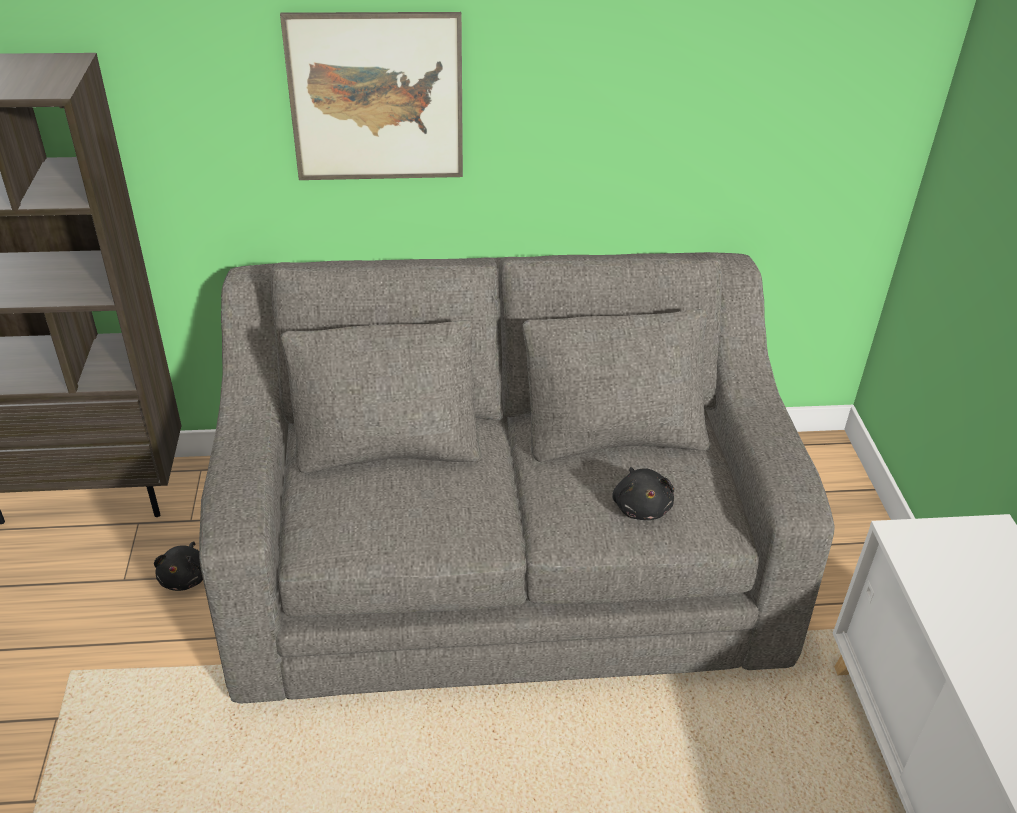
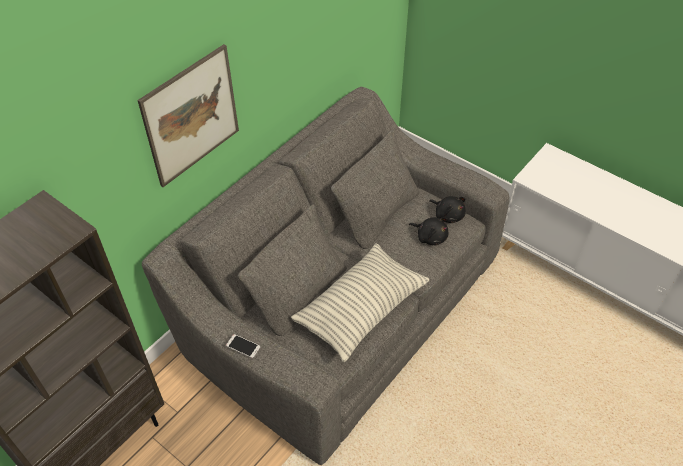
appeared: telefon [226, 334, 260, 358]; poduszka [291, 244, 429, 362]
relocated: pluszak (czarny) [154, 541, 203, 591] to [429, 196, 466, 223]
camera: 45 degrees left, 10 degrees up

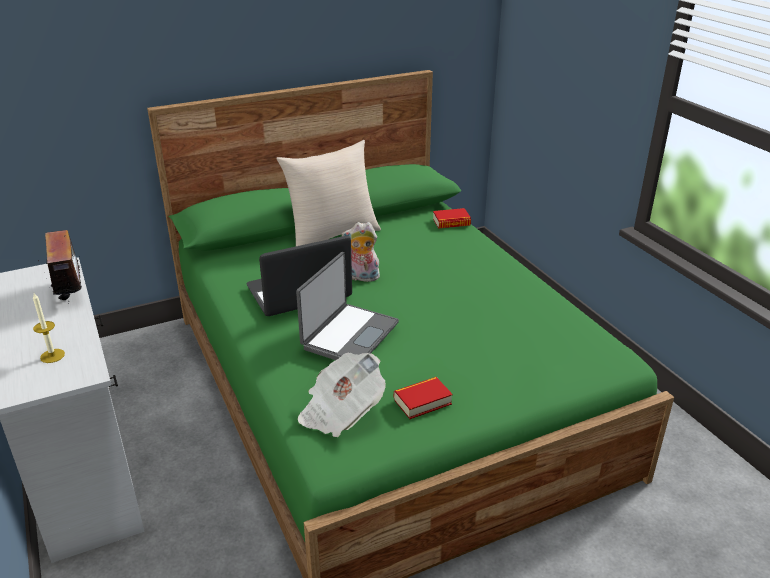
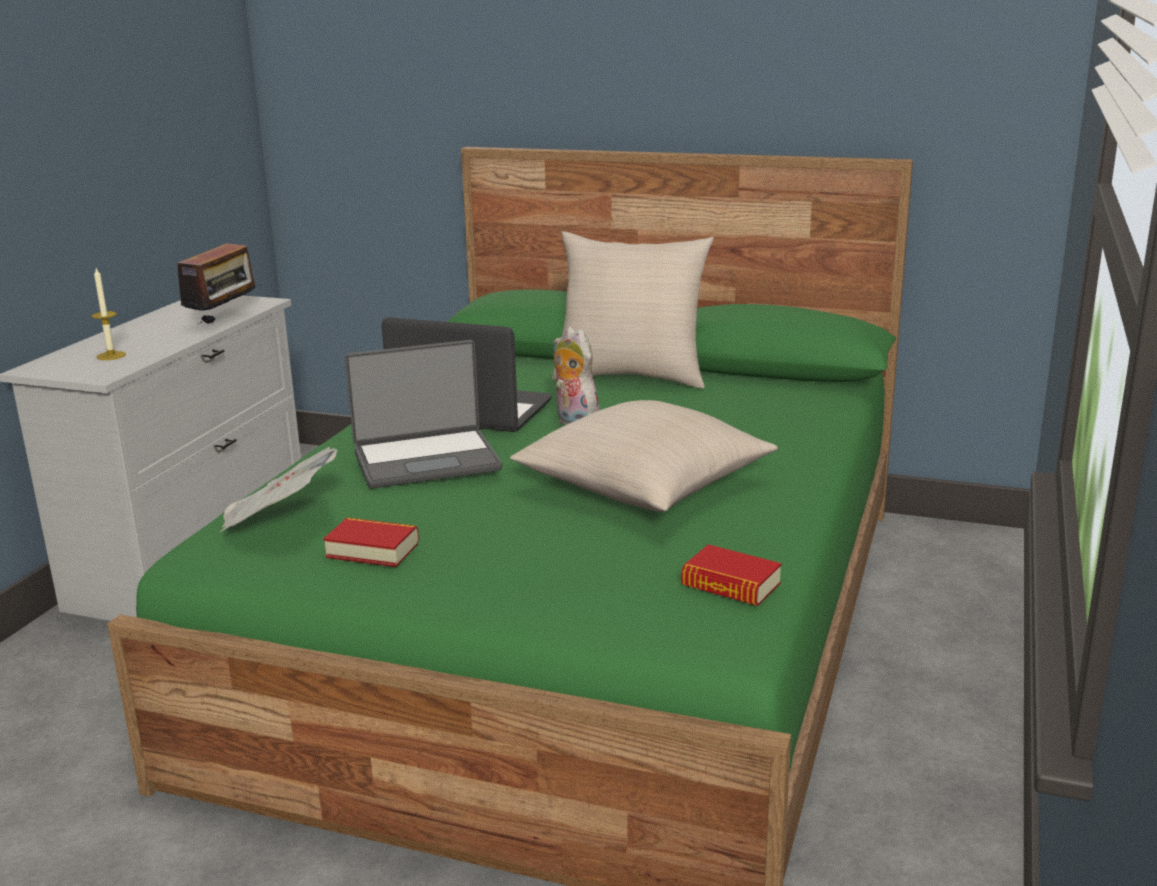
appeared: poduszka (beżowy) [510, 400, 778, 512]
relocated: książka [433, 208, 471, 229] to [681, 544, 782, 606]
camera: 45 degrees right, 10 degrees down

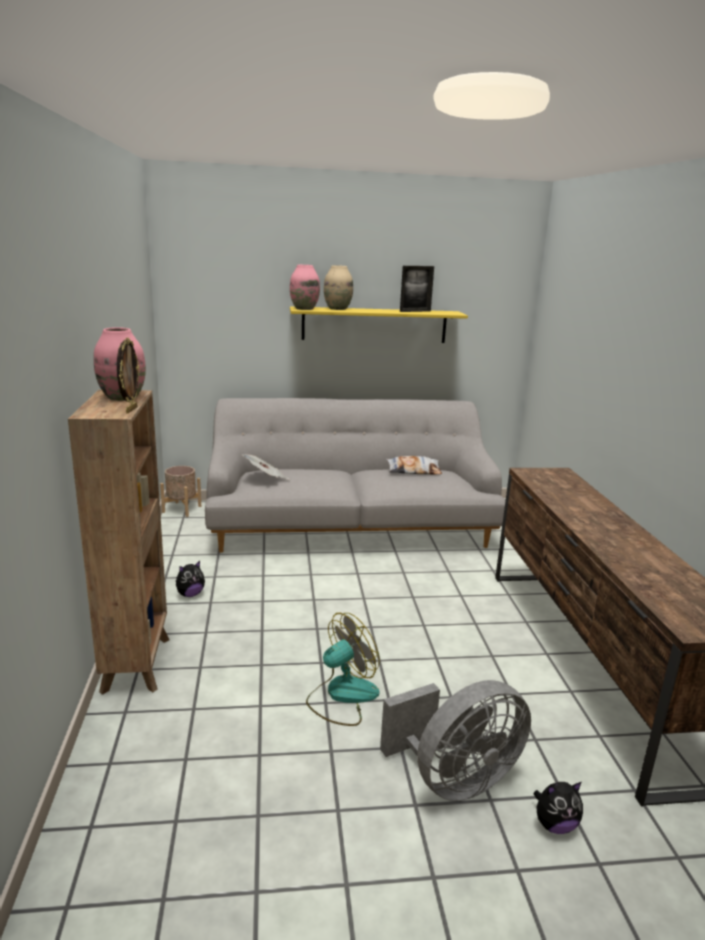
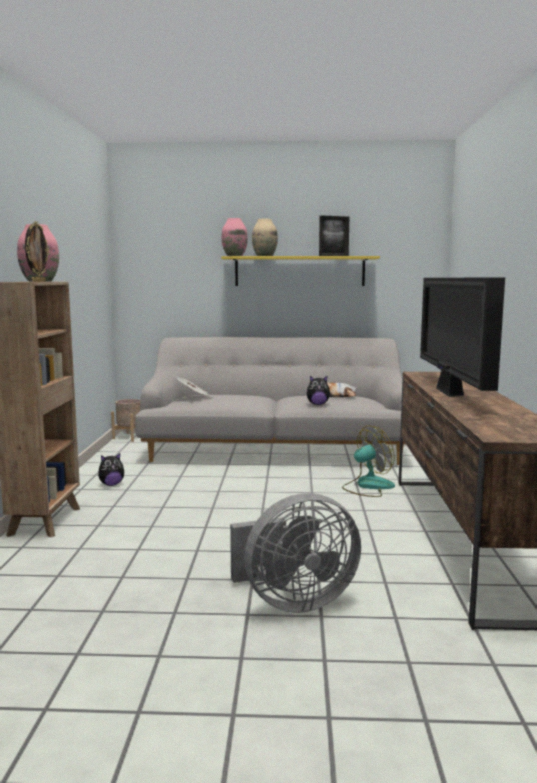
appeared: telewizor [420, 278, 505, 397]
relocated: wentylator [306, 613, 380, 726] to [342, 425, 395, 497]; pluszak [533, 782, 583, 834] to [307, 376, 331, 405]
camera: 10 degrees right, 10 degrees down

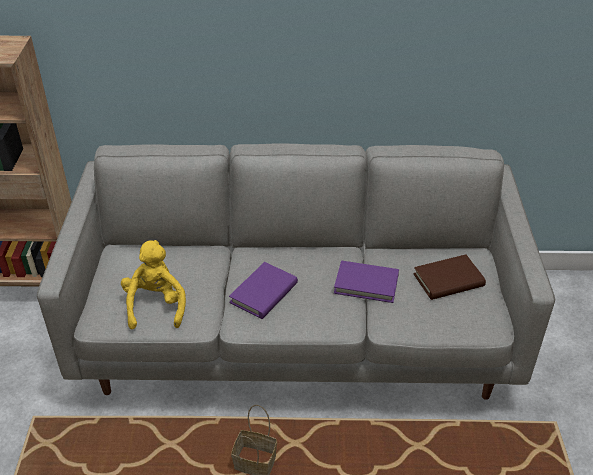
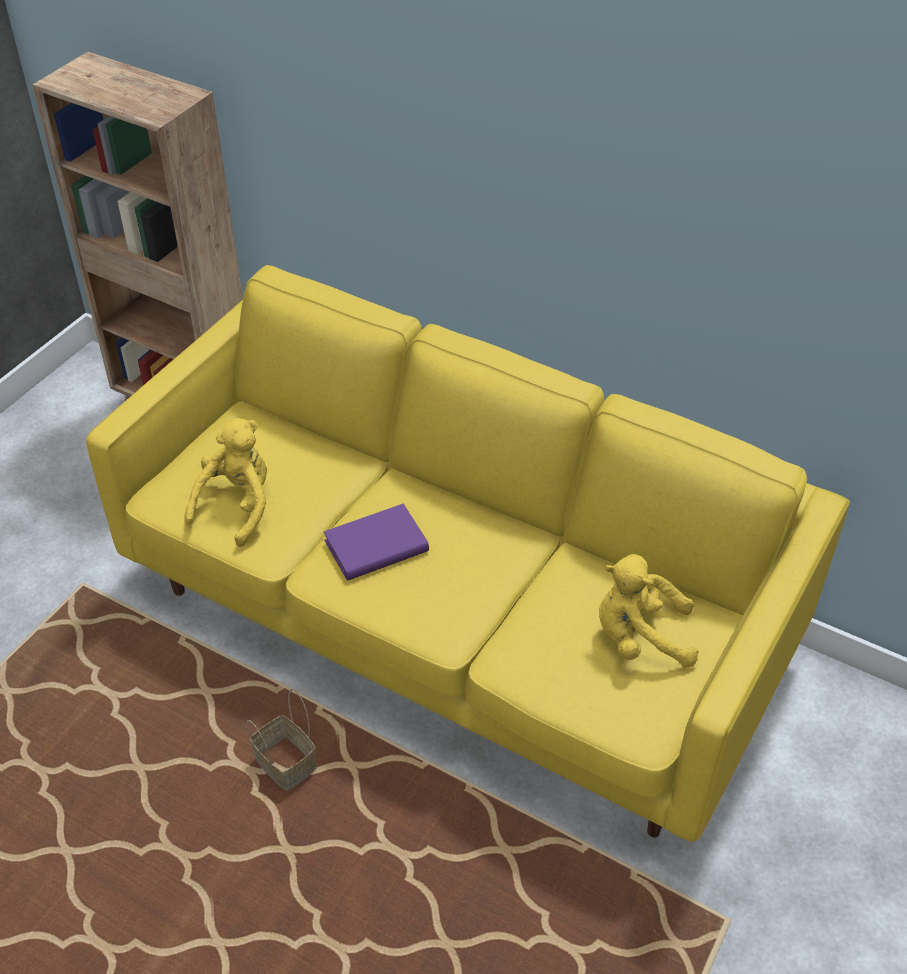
missing: książka (fioletowy) [334, 261, 399, 303]
exchanged: książka (brązowy) [413, 254, 486, 300] to pluszak (żółty) [599, 554, 699, 668]
colour: kanapa (szary) [37, 144, 555, 400] to kanapa (żółty) [86, 265, 850, 842]
camera: 30 degrees right, 5 degrees up

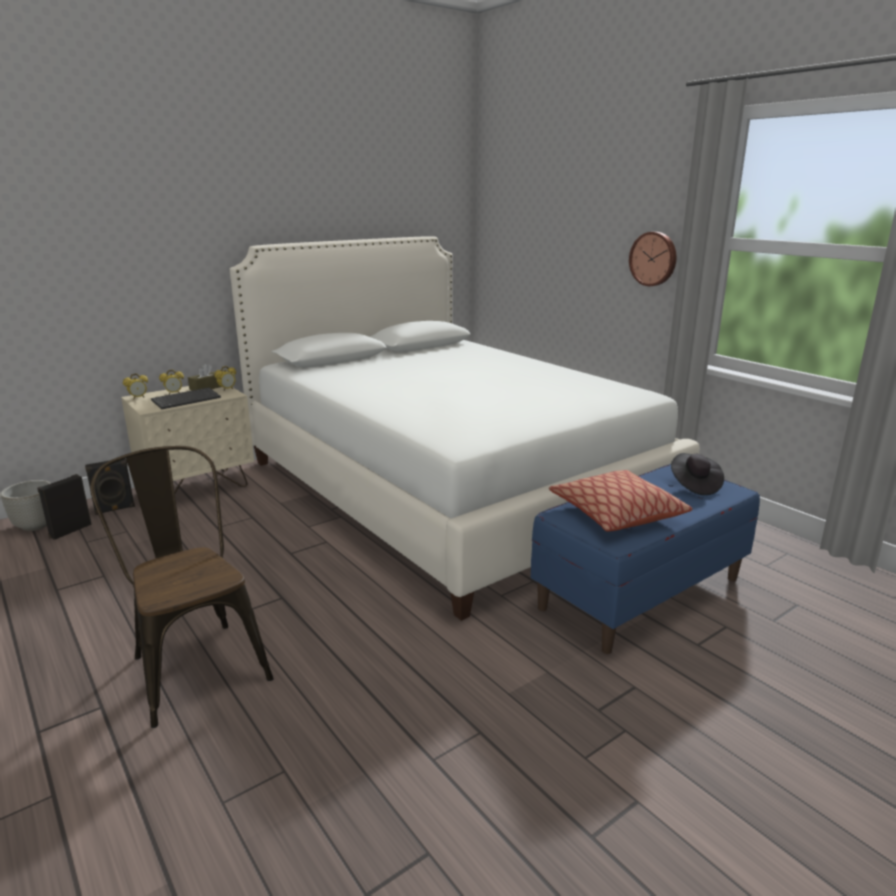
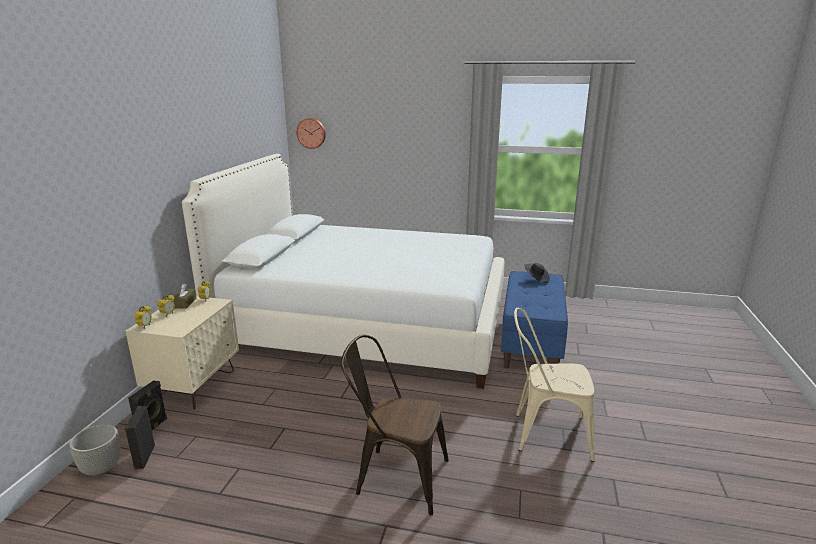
missing: klawiatura [151, 388, 221, 409]; poduszka [549, 470, 693, 532]
appeared: krzesło (beżowy) [514, 308, 595, 462]
relocated: zegar ścienny [629, 232, 676, 286] to [296, 118, 326, 149]
camera: 40 degrees left, 0 degrees up

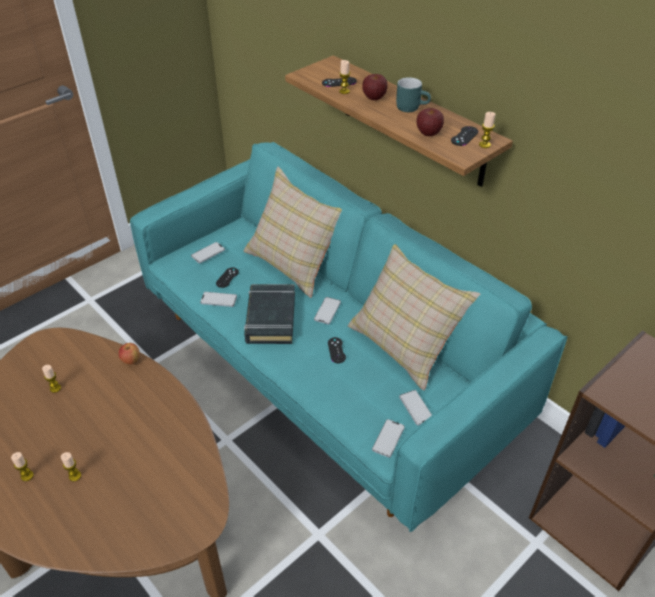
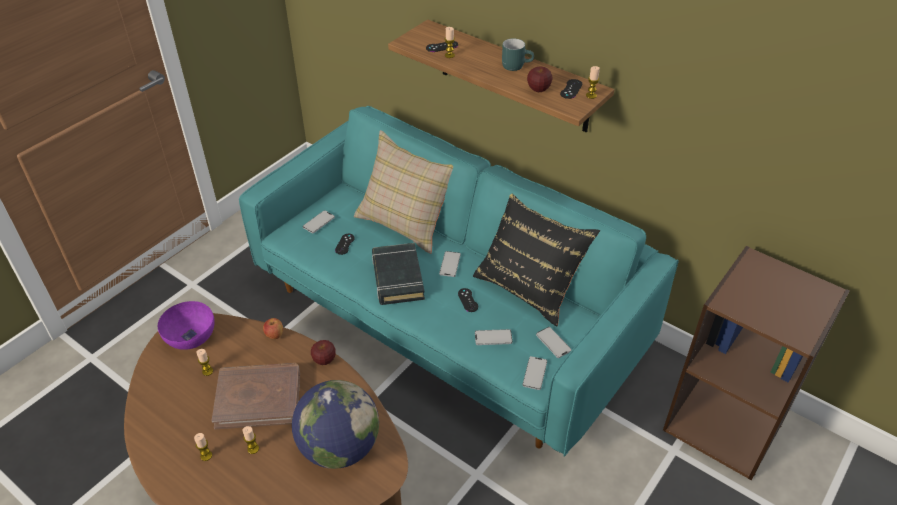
appeared: miska (fioletowy) [157, 301, 215, 350]; książka (brązowy) [211, 363, 300, 429]; globus [292, 380, 379, 469]
relocated: telefon [200, 292, 237, 307] to [475, 329, 513, 345]; jabłko [362, 73, 387, 100] to [311, 340, 336, 365]
colour: poduszka (beżowy) [348, 244, 480, 391] to poduszka (czarny) [473, 194, 600, 326]
camera: 10 degrees left, 0 degrees up

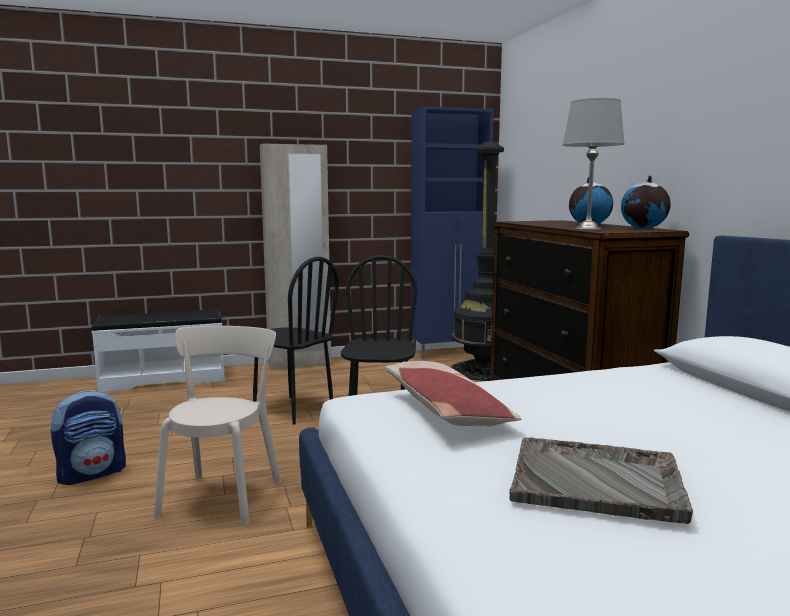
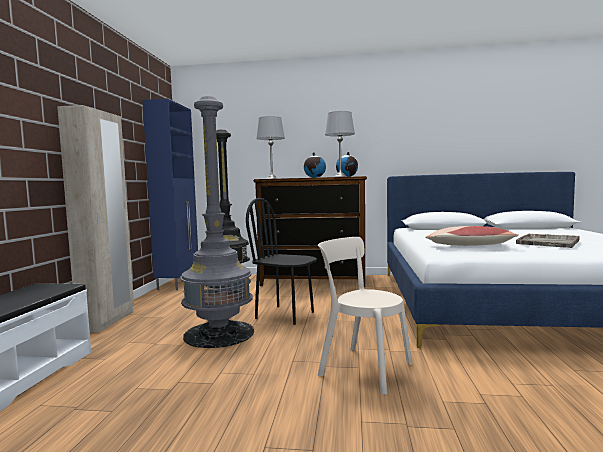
missing: plecak [51, 390, 126, 485]
appeared: lampa stołowa (szary) [256, 116, 285, 179]
exchanged: krzesło (czarny) [253, 257, 339, 425] to lampa stojąca (szary) [180, 96, 254, 348]
camera: 65 degrees left, 5 degrees down

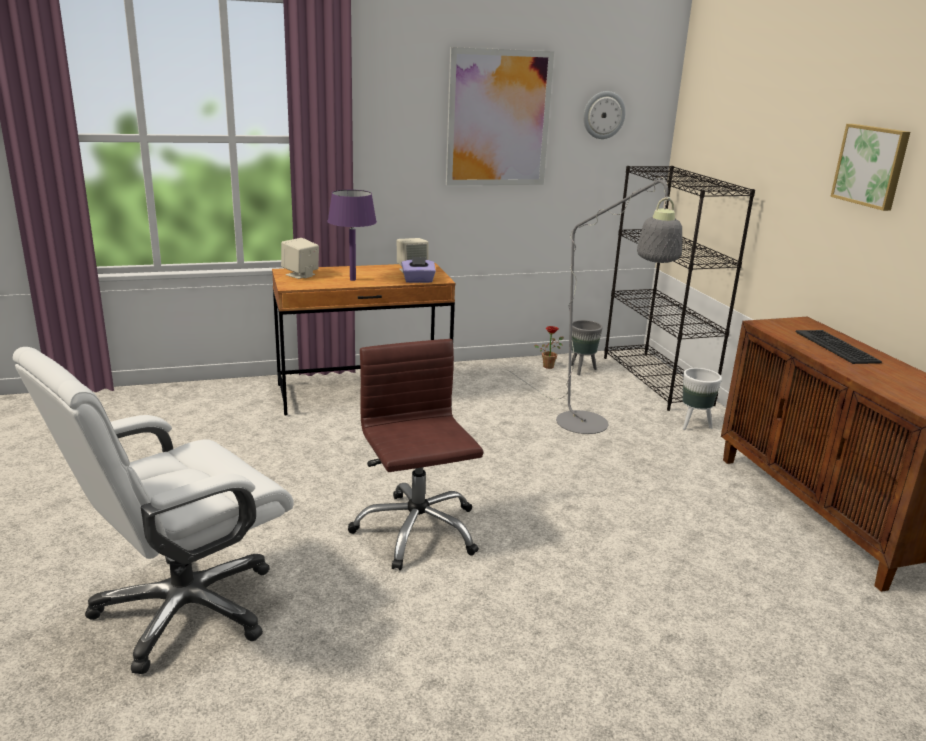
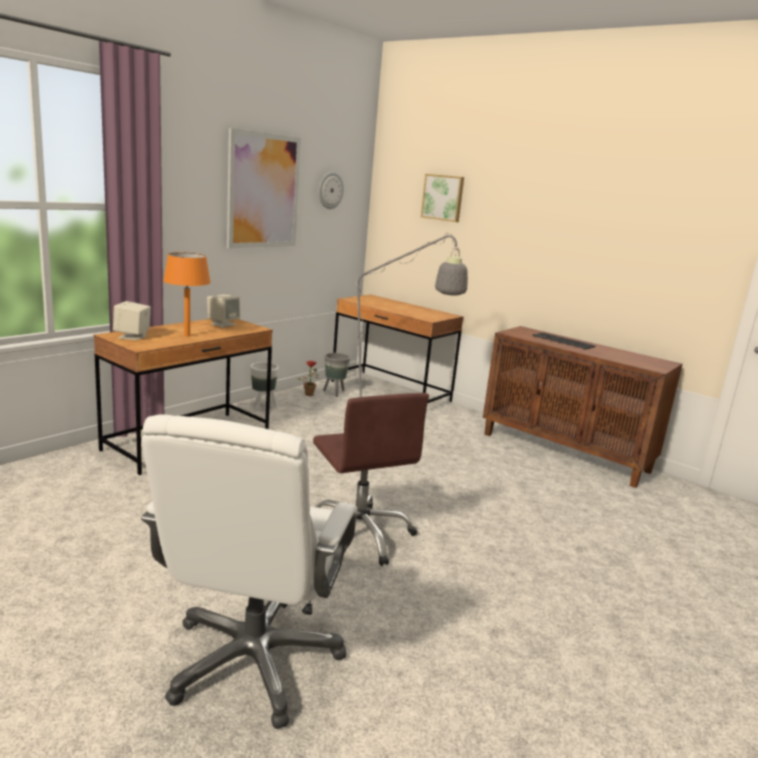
missing: pudełko chusteczek (fioletowy) [401, 257, 436, 283]
relocated: donica (biały) [682, 368, 722, 430] to [250, 362, 279, 410]; obraz [830, 124, 910, 211] to [421, 174, 464, 222]
exchanged: regał (czarny) [604, 166, 755, 411] to biurko (brązowy) [331, 295, 464, 403]
colour: lampa stołowa (fioletowy) [327, 190, 377, 281] to lampa stołowa (pomarańczowy) [163, 252, 211, 337]
spun: krzesło biurowe (brązowy) [348, 339, 484, 571] = [313, 393, 429, 566] 150 degrees counterclockwise
camera: 35 degrees left, 5 degrees down

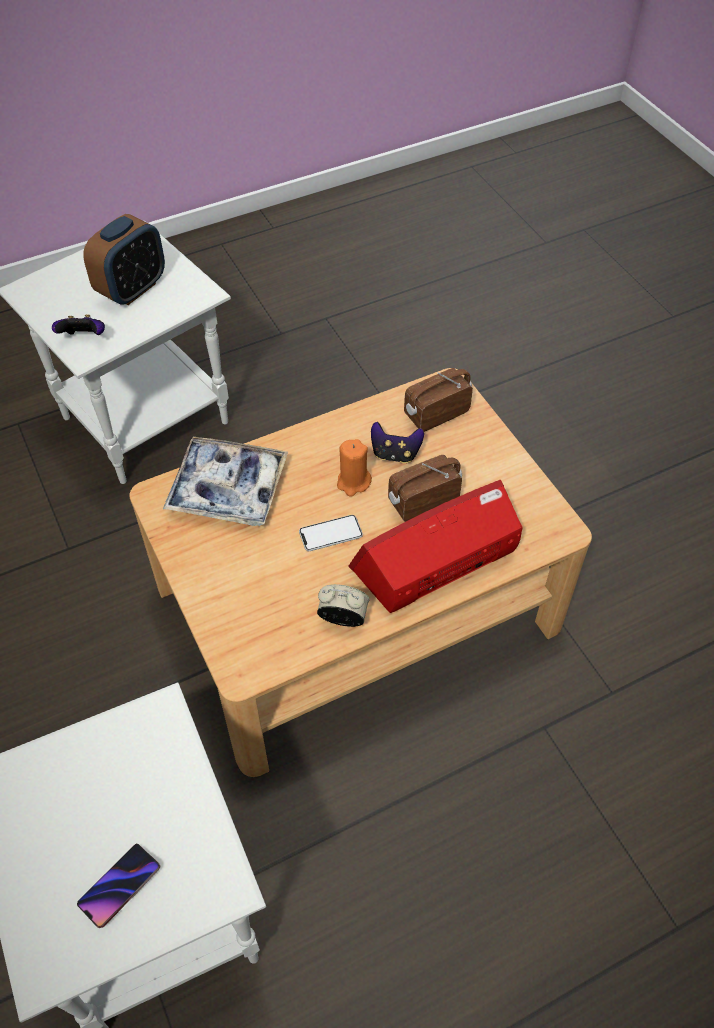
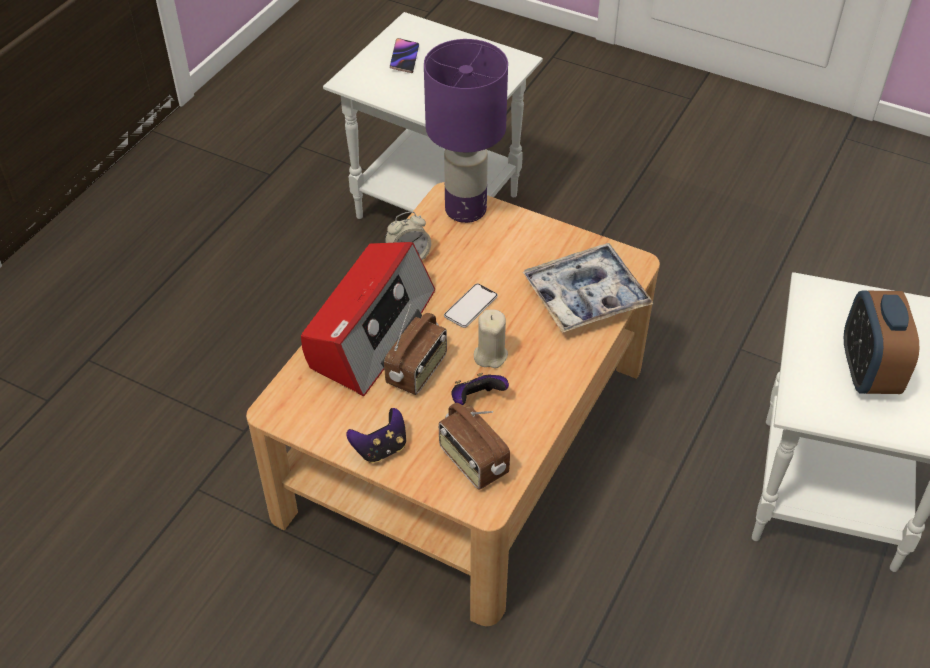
appeared: lampa stołowa (fioletowy) [424, 39, 508, 223]
relocated: pad do gier [52, 314, 105, 335] to [346, 408, 406, 463]
colour: świeca (pomarańczowy) [337, 439, 372, 497] to świeca (beżowy) [474, 309, 508, 368]
spun: radio [404, 368, 473, 432] = [439, 403, 510, 490] 120 degrees clockwise
camera: 145 degrees right, 5 degrees down

